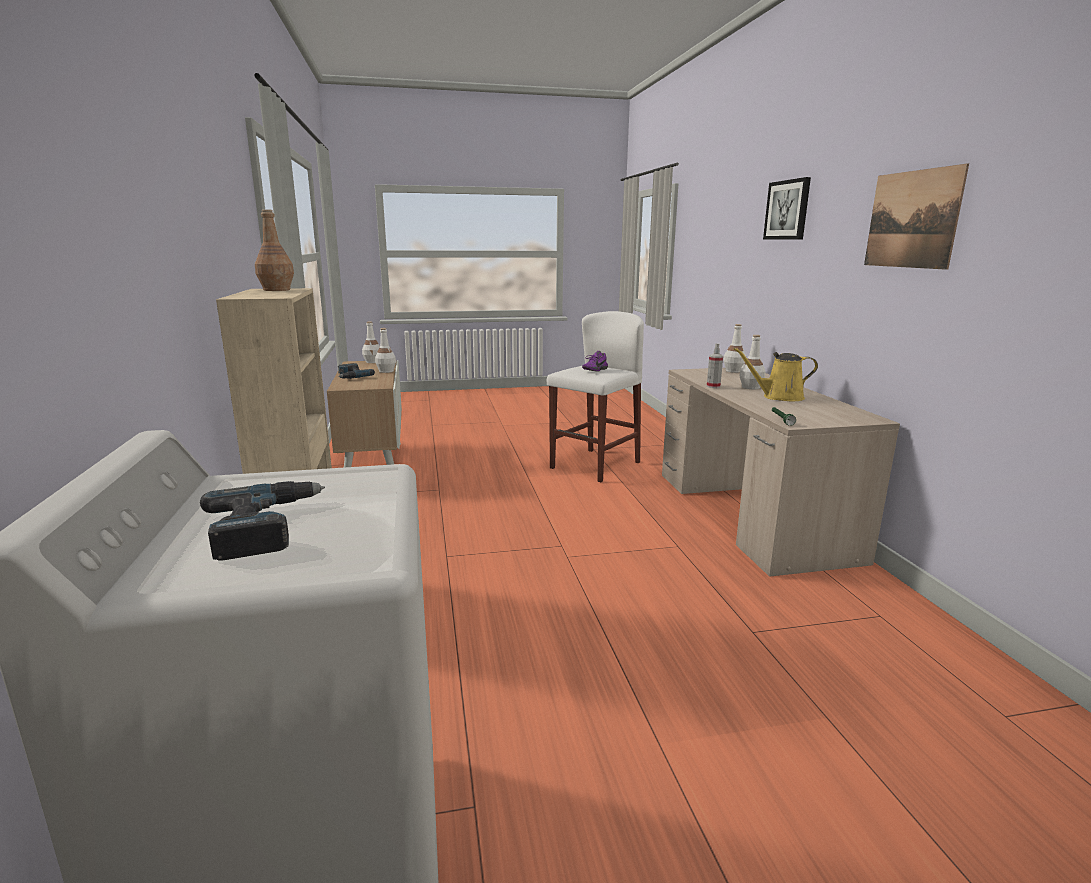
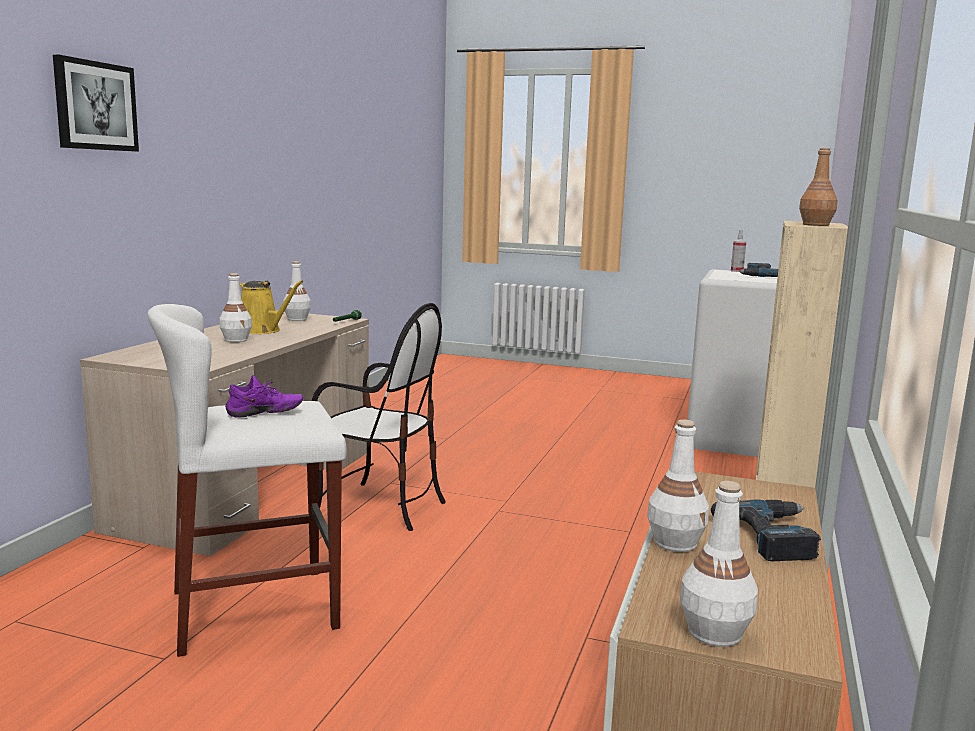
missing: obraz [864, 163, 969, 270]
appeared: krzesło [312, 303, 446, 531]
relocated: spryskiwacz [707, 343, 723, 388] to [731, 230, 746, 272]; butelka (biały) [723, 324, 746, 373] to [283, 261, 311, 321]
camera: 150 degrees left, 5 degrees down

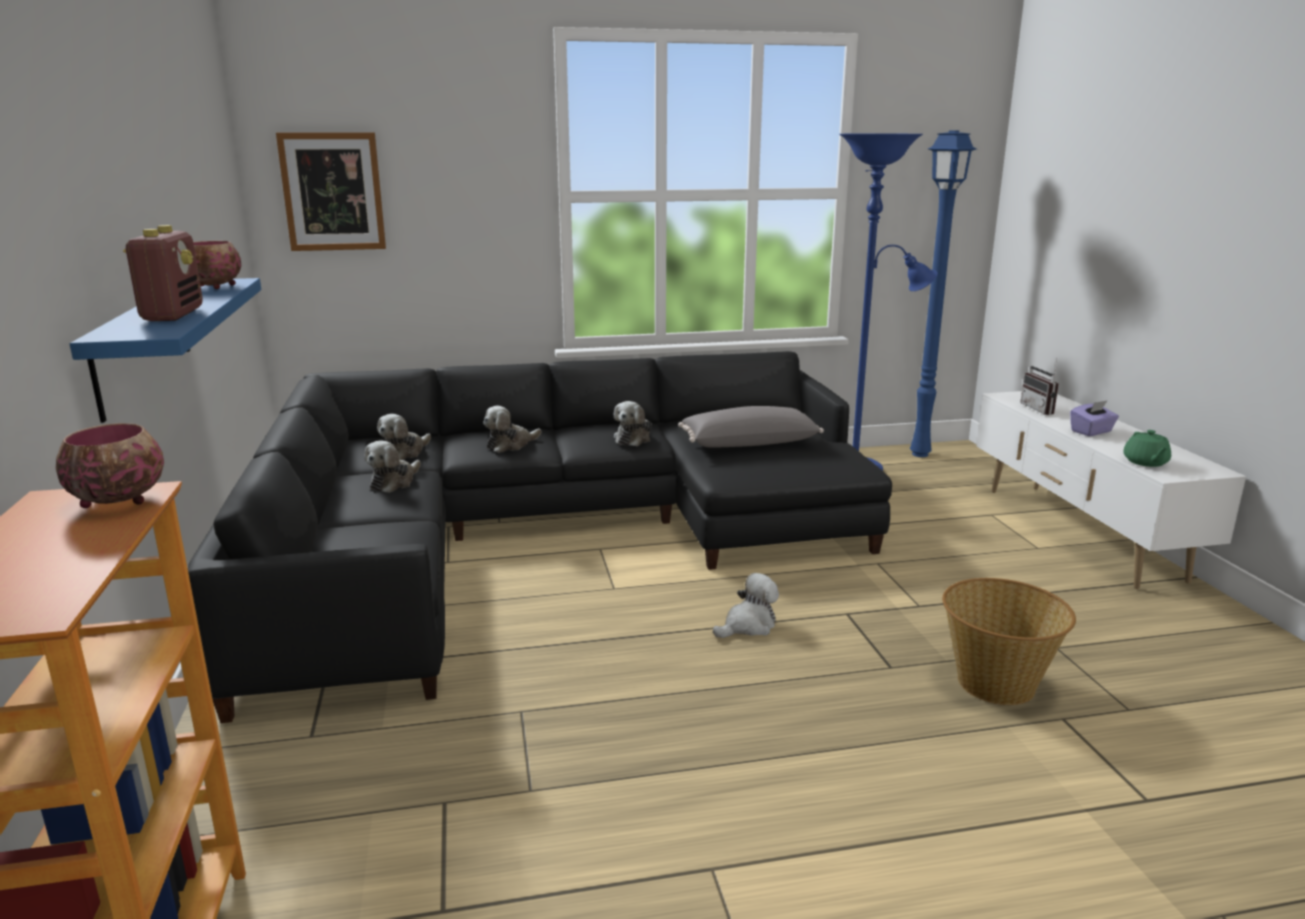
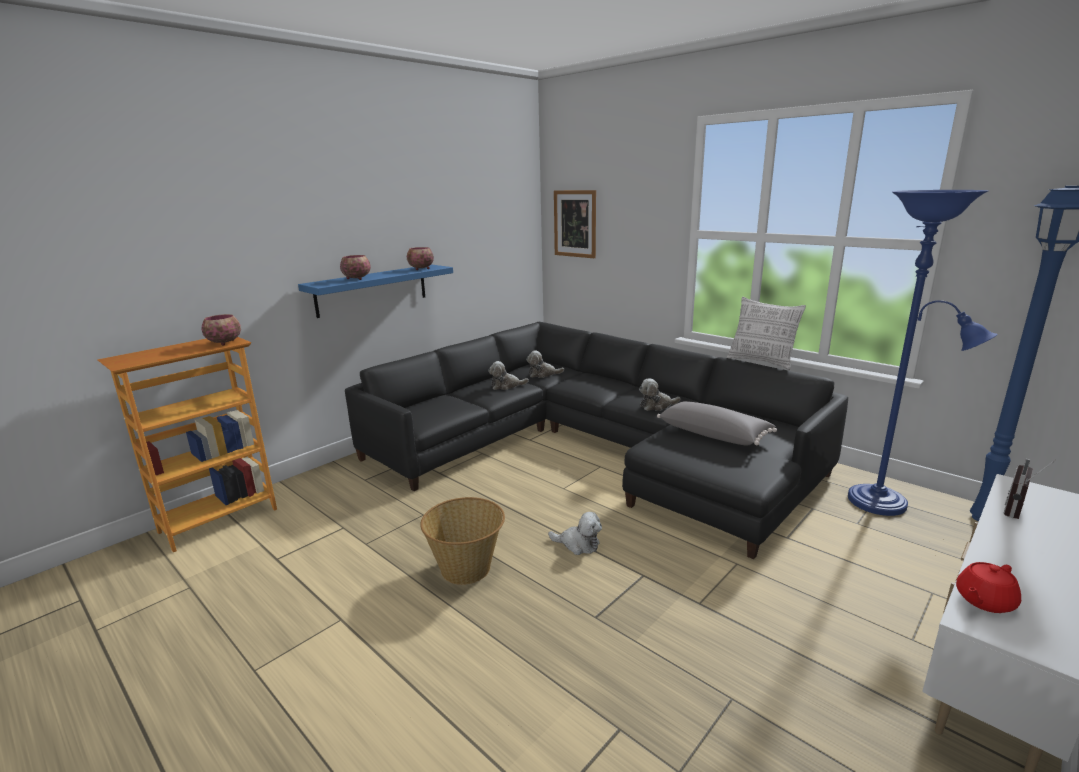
missing: pluszak [483, 406, 541, 453]; pudełko chusteczek (fioletowy) [1070, 400, 1119, 436]
appeared: poduszka [727, 297, 806, 370]
relocated: koszyk [942, 578, 1076, 705] to [420, 497, 505, 585]
exchanged: radio [123, 225, 203, 321] to miska [340, 255, 371, 280]
colour: imbryk (zielony) [1123, 430, 1171, 467] to imbryk (czerwony) [956, 562, 1021, 613]
camera: 55 degrees right, 0 degrees up

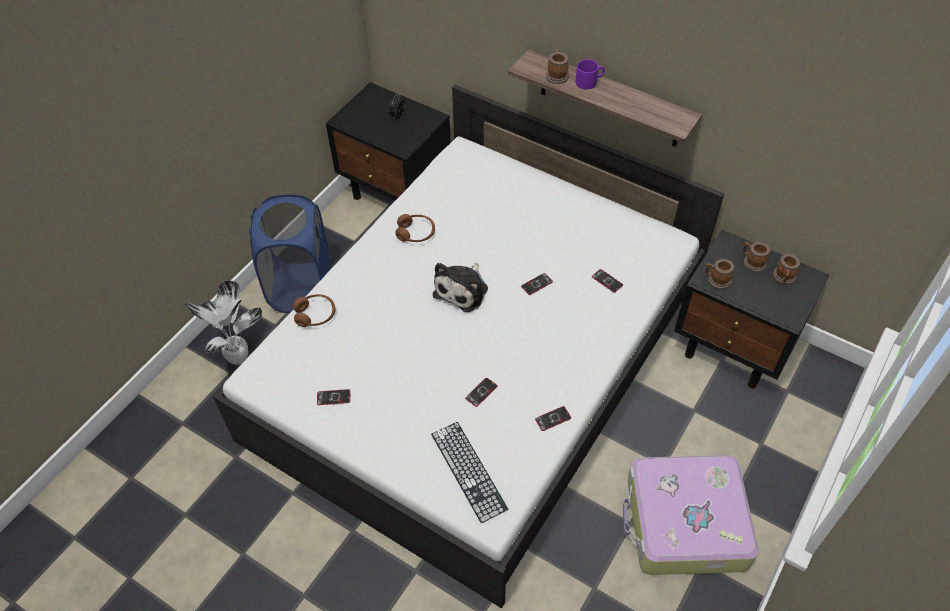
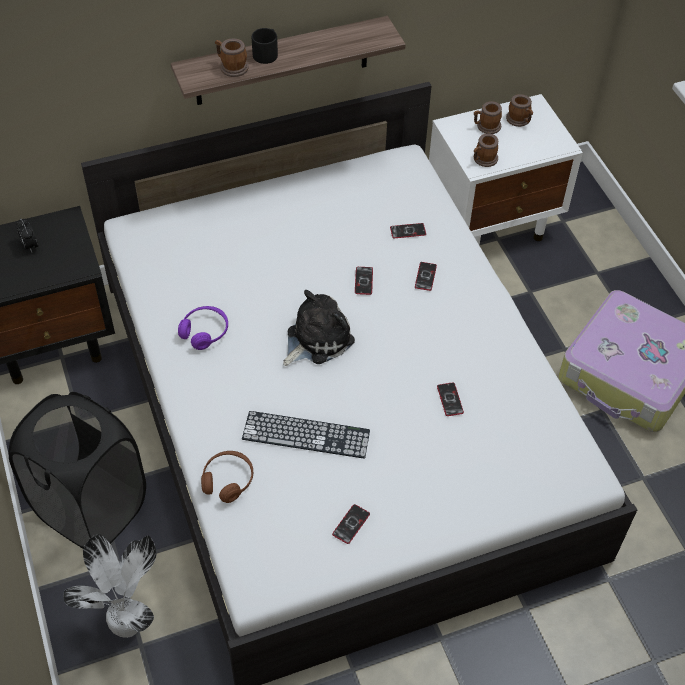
relocated: klawiatura [431, 422, 508, 523] to [242, 411, 370, 458]; telefon [535, 406, 571, 431] to [415, 262, 437, 291]
colour: kosz na pranie (niebieski) [249, 194, 330, 313] to kosz na pranie (czarny) [9, 392, 146, 549]; słuchawki (brązowy) [395, 214, 435, 242] to słuchawki (fioletowy) [178, 306, 228, 350]; kubek (fioletowy) [576, 59, 605, 90] to kubek (czarny) [252, 28, 278, 64]; szafka nocna (czarny) [674, 230, 830, 389] to szafka nocna (biały) [429, 94, 583, 245]
spun: pluszak [433, 263, 488, 312] = [283, 290, 355, 366] 105 degrees counterclockwise
camera: 55 degrees left, 0 degrees up

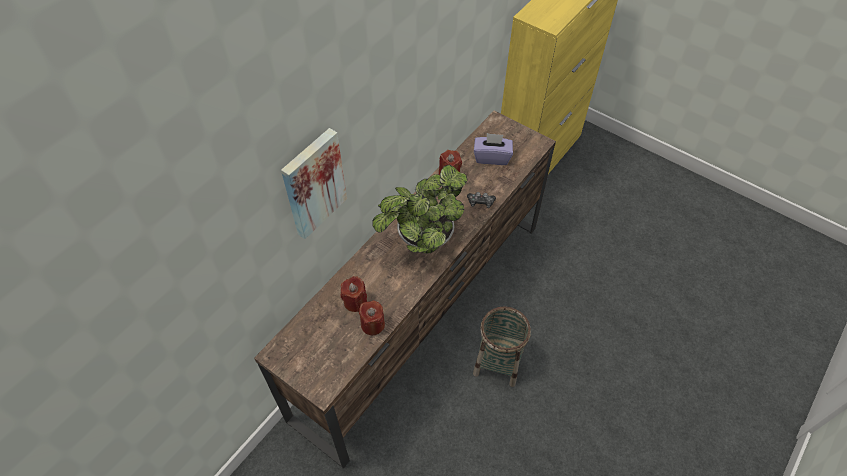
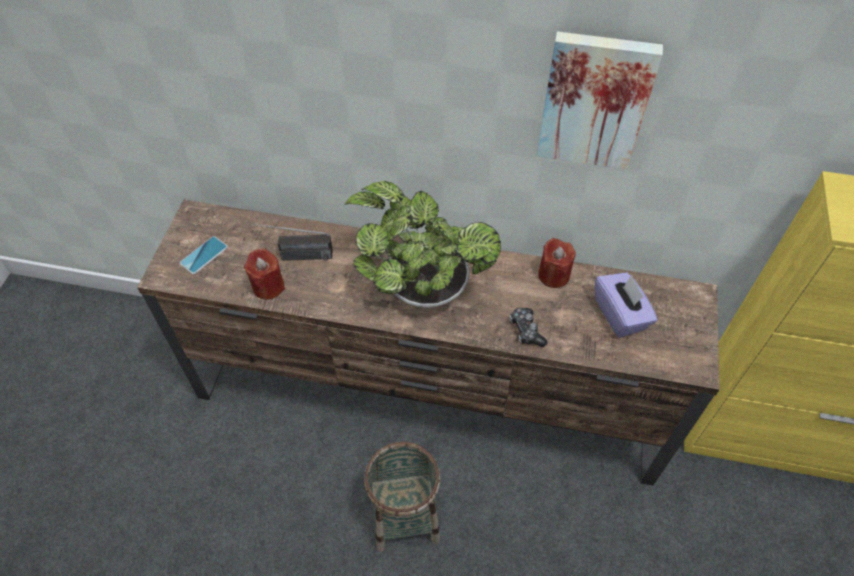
appeared: telefon [180, 236, 228, 274]
relocated: obraz [281, 128, 347, 239] to [536, 32, 663, 169]
exchanged: świeca (czerwony) [341, 276, 367, 312] to radio [247, 223, 332, 261]
camera: 65 degrees right, 0 degrees up

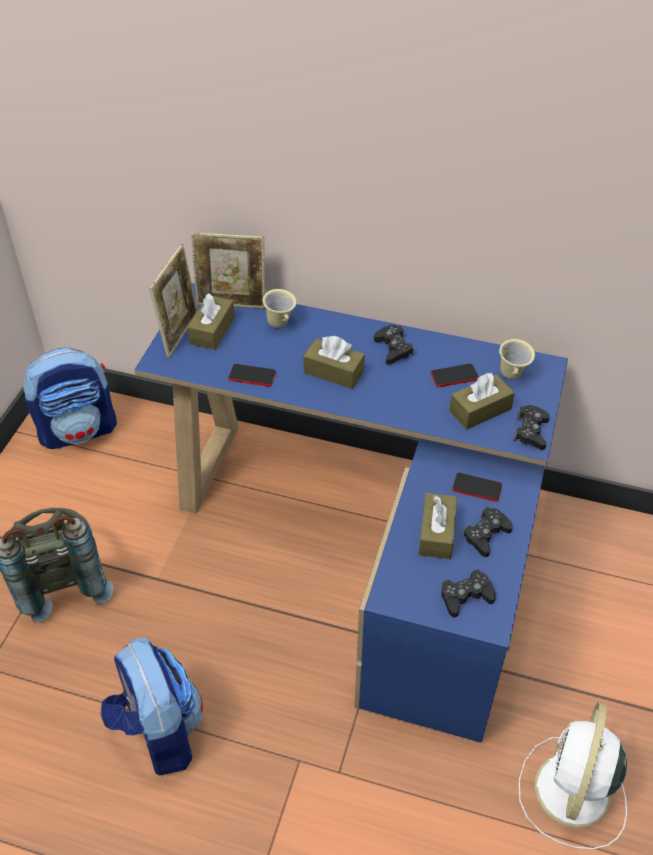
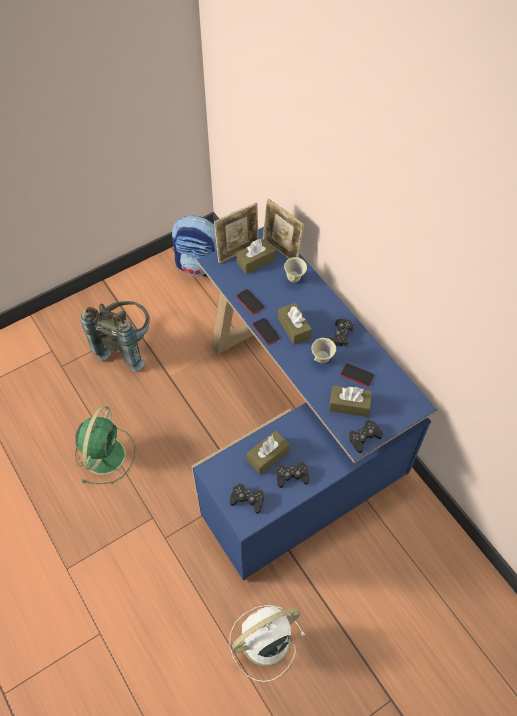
relocated: telefon [452, 473, 502, 502] to [253, 318, 280, 345]; kubek (beżowy) [499, 339, 535, 379] to [311, 338, 336, 363]
exchanged: plecak [100, 637, 203, 776] to wentylator (zielony) [75, 406, 135, 484]
camera: 40 degrees right, 10 degrees up

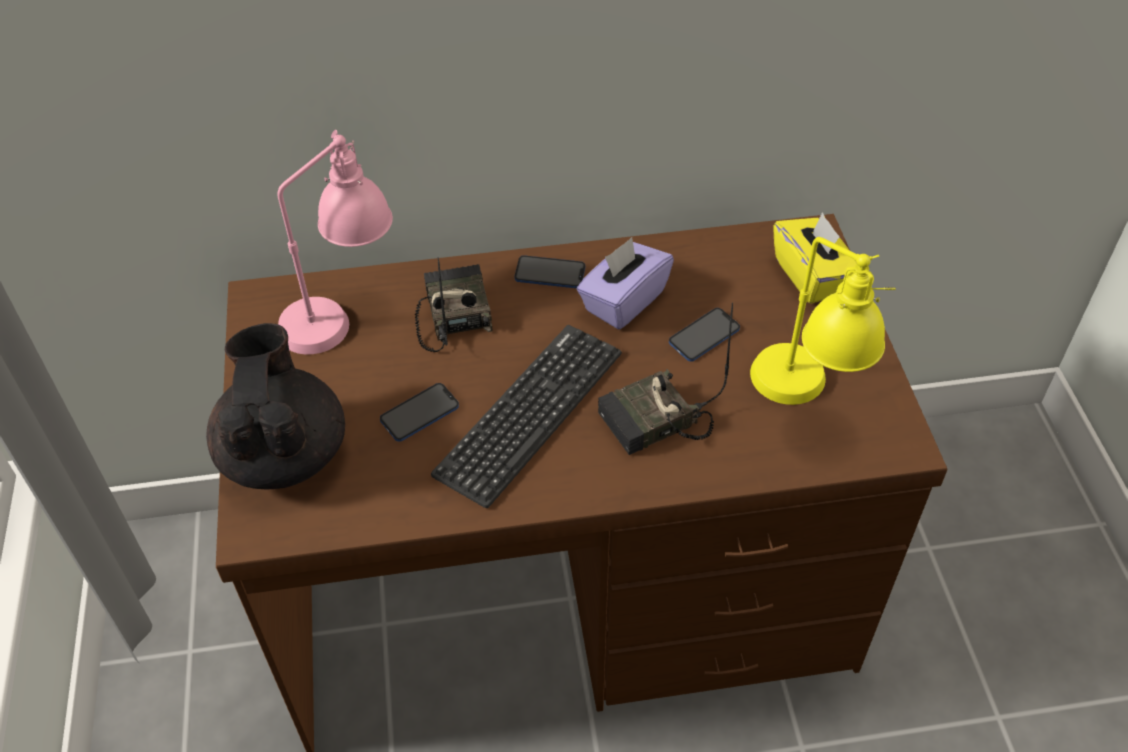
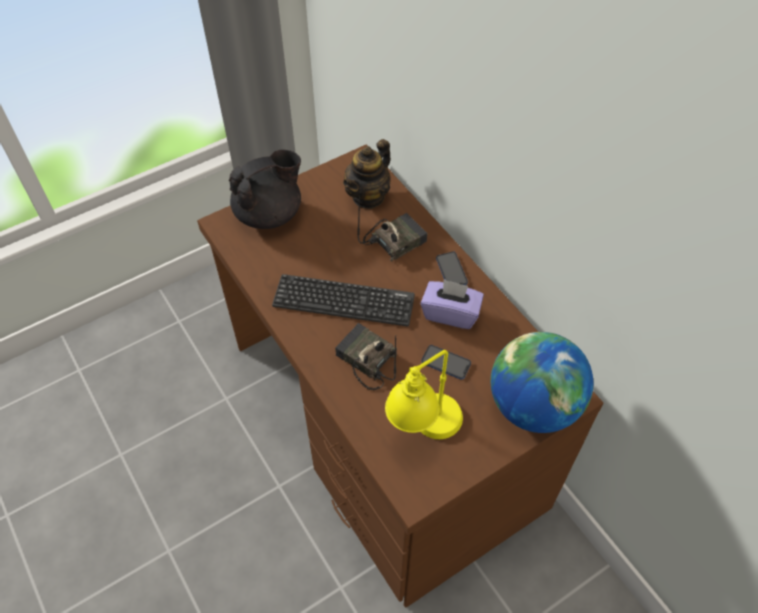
missing: telefon [380, 383, 459, 442]
exchanged: lampa stołowa (różowy) [277, 130, 393, 355] to imbryk [343, 139, 391, 209]; pudełko chusteczek (żółty) [773, 212, 857, 304] to globus [491, 332, 593, 433]
camera: 65 degrees right, 5 degrees up

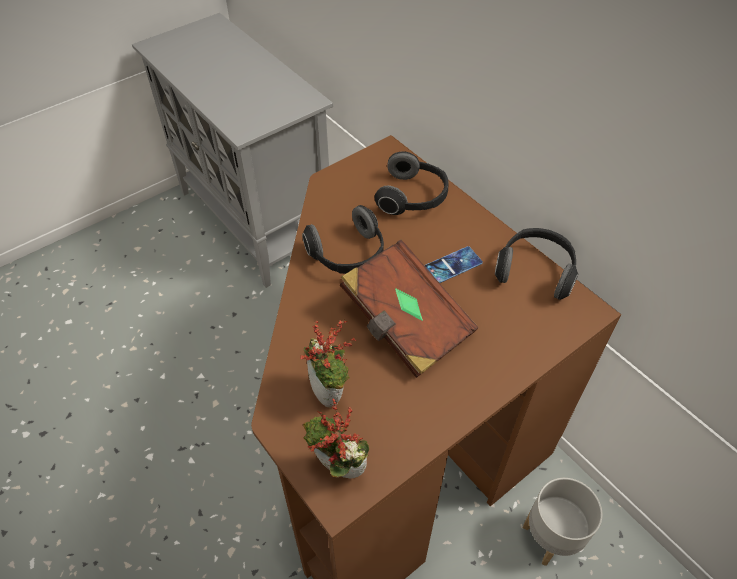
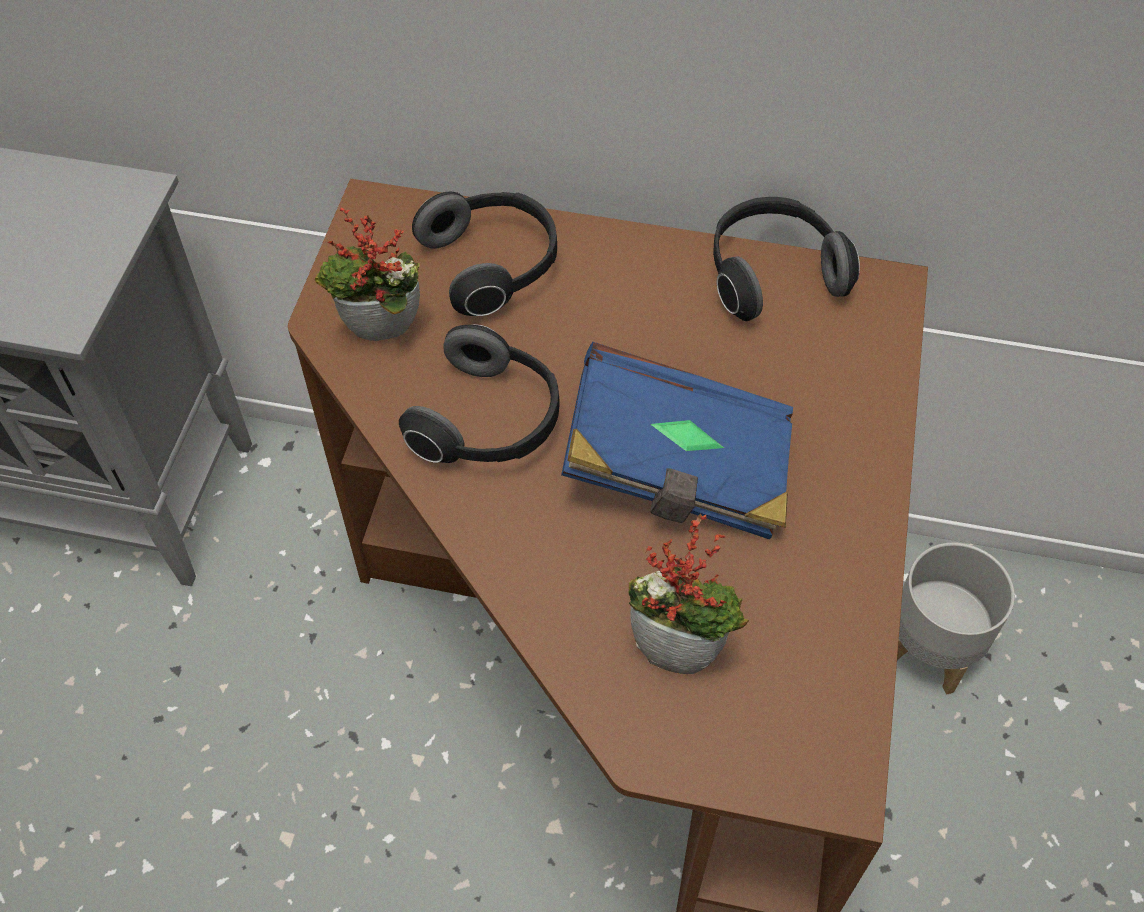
missing: telefon [425, 246, 483, 283]
relocated: roślina doniczkowa [303, 398, 369, 479] to [315, 208, 420, 341]
colour: książka (brązowy) [340, 239, 479, 378] to książka (niebieski) [561, 342, 793, 540]
camera: 40 degrees left, 5 degrees up

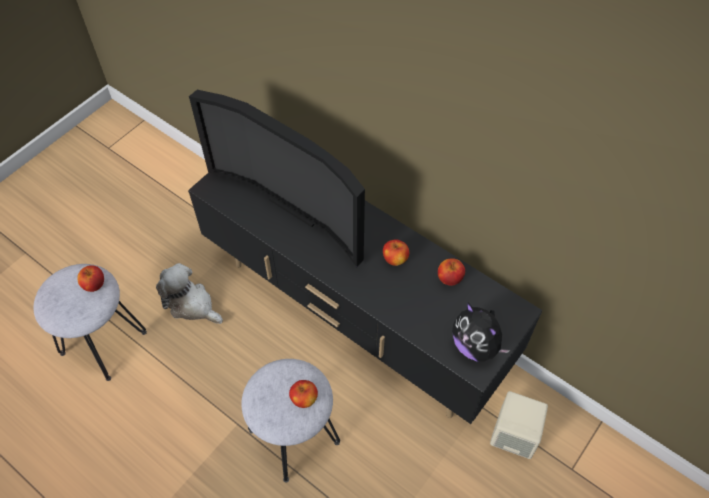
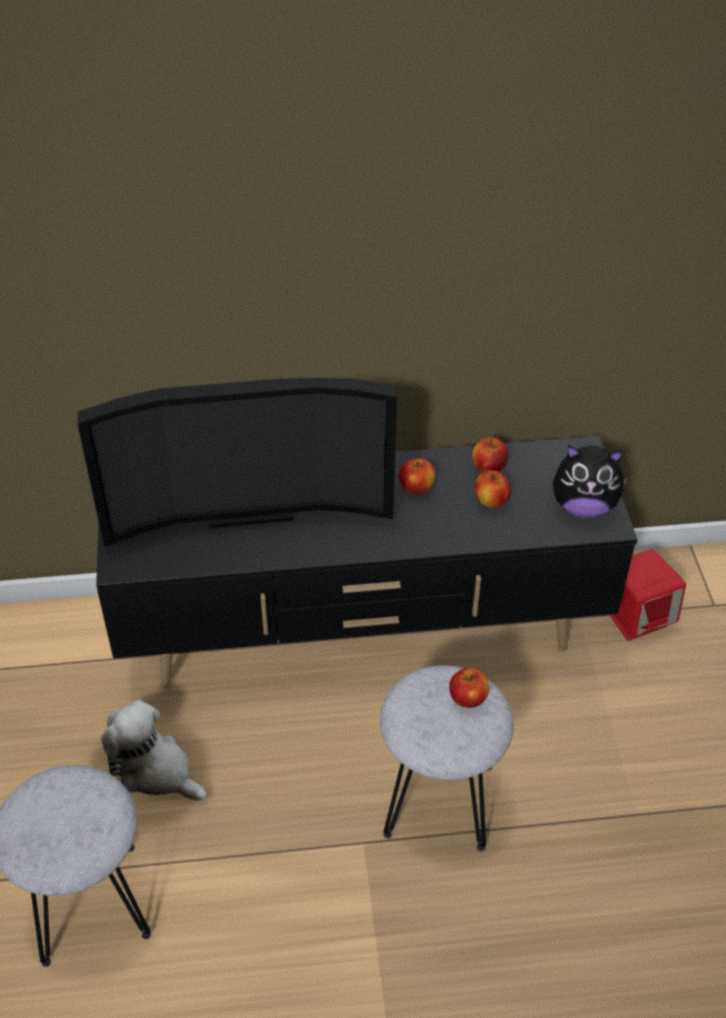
relocated: jabłko [77, 265, 104, 292] to [475, 470, 511, 508]
colour: głośnik (beżowy) [490, 391, 548, 459] to głośnik (czerwony) [610, 549, 686, 641]
spun: pluszak [156, 263, 223, 324] = [101, 700, 207, 802] 45 degrees clockwise
camera: 45 degrees left, 10 degrees down

